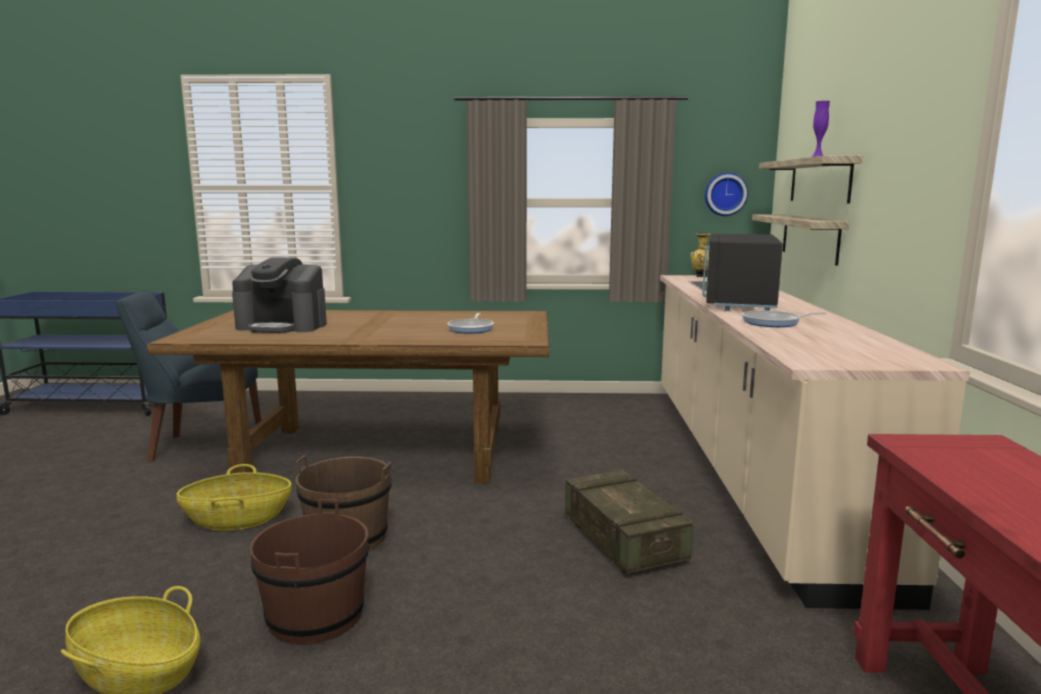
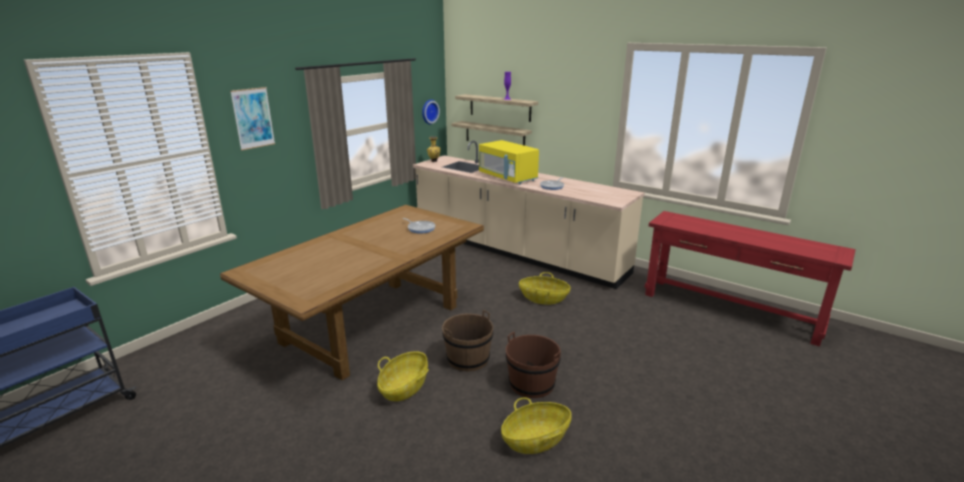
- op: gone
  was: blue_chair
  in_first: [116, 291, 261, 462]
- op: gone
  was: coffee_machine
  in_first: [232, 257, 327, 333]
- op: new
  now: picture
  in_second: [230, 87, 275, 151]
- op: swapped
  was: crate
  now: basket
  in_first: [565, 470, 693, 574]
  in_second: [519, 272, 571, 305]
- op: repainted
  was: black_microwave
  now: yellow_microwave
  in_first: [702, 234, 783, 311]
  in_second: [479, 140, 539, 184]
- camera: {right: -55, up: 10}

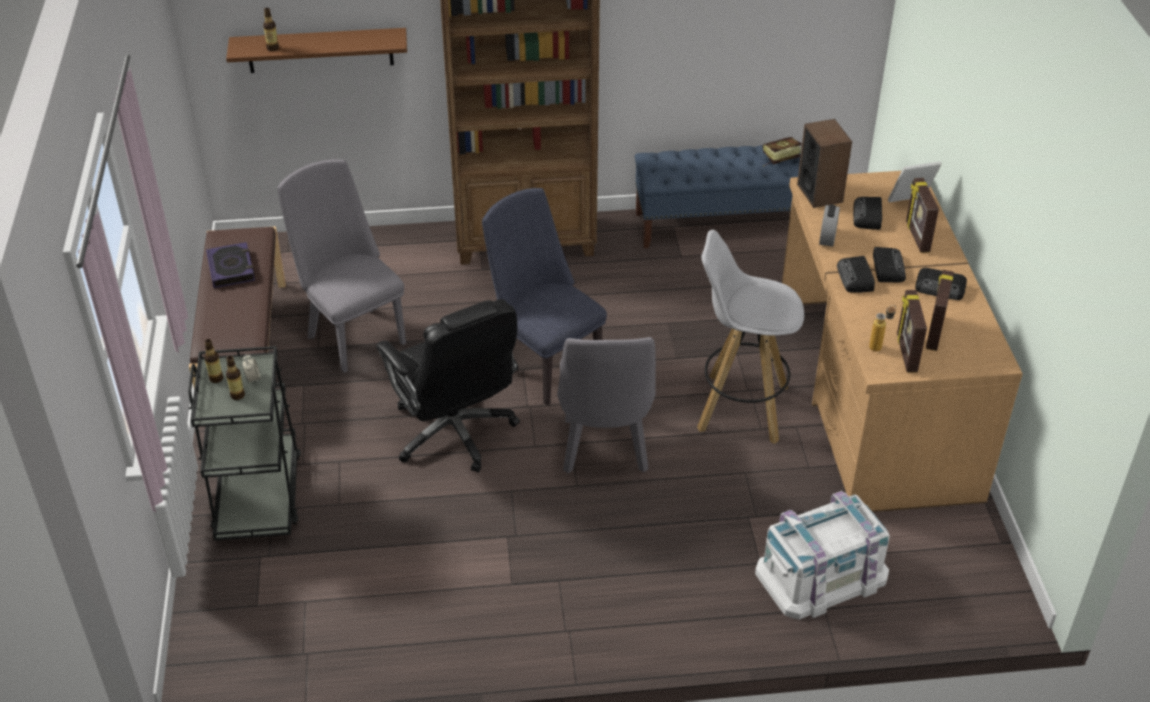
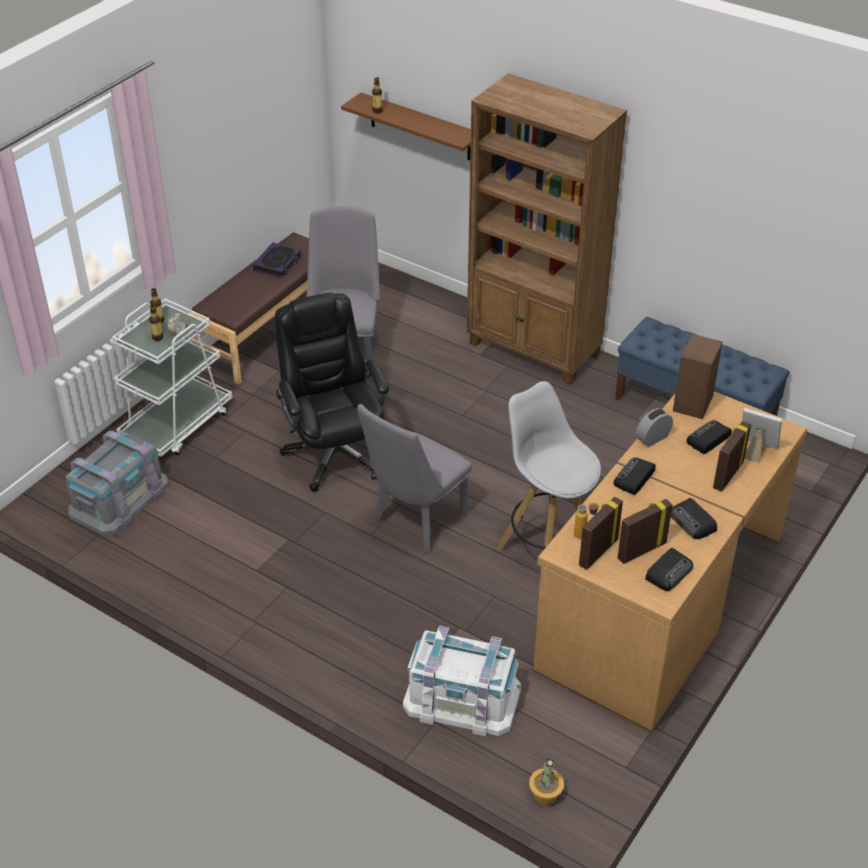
- op: gone
  was: blue_chair
  in_first: [482, 188, 607, 406]
- op: gone
  was: book
  in_first: [762, 137, 802, 167]
- op: new
  now: grey_storage_box
  in_second: [66, 430, 169, 537]
- op: new
  now: potted_plant
  in_second: [529, 758, 564, 805]
- op: shifted
  was: radio
  in_first: [873, 247, 906, 282]
  in_second: [645, 548, 693, 591]
- op: repainted
  was: black_cart
  now: white_cart
  in_first: [188, 346, 301, 541]
  in_second: [112, 299, 232, 457]
- op: rotated
  was: black_office_chair
  in_first: [376, 299, 520, 472]
  in_second: [275, 293, 389, 492]
  clockwise: 150
- camera: {right: 40, up: 0}

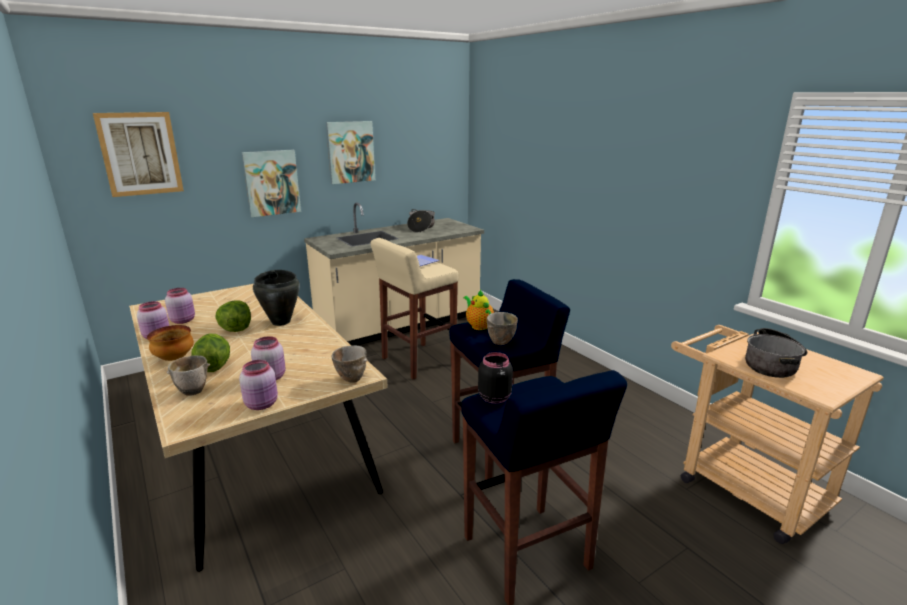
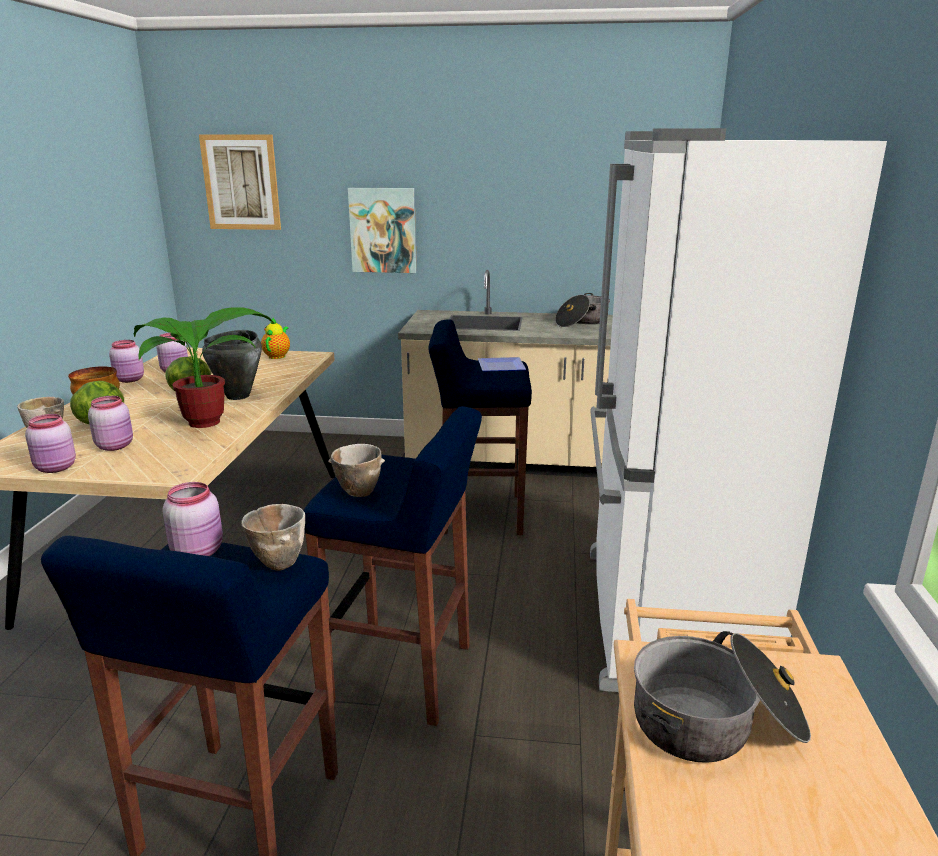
- op: gone
  was: picture
  in_first: [326, 121, 375, 184]
- op: new
  now: potted_plant
  in_second: [134, 308, 274, 428]
- op: new
  now: white_fridge
  in_second: [590, 128, 887, 692]
- op: shifted
  was: bowl
  in_first: [332, 345, 367, 383]
  in_second: [241, 504, 305, 571]
- op: shifted
  was: teapot
  in_first: [464, 290, 494, 330]
  in_second: [261, 317, 290, 359]
- op: repainted
  was: beige_stool
  now: blue_stool
  in_first: [370, 238, 459, 379]
  in_second: [429, 319, 532, 535]
- op: repainted
  was: black_jar
  now: pink_jar
  in_first: [478, 352, 513, 404]
  in_second: [162, 482, 223, 556]
- camera: {right: 40, up: 0}

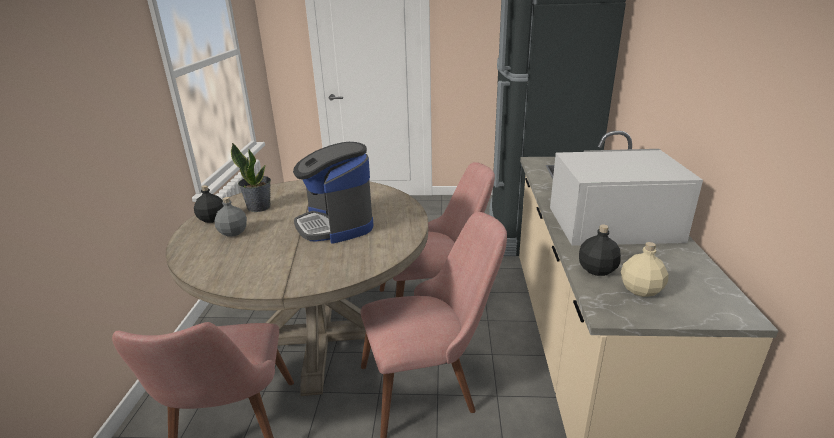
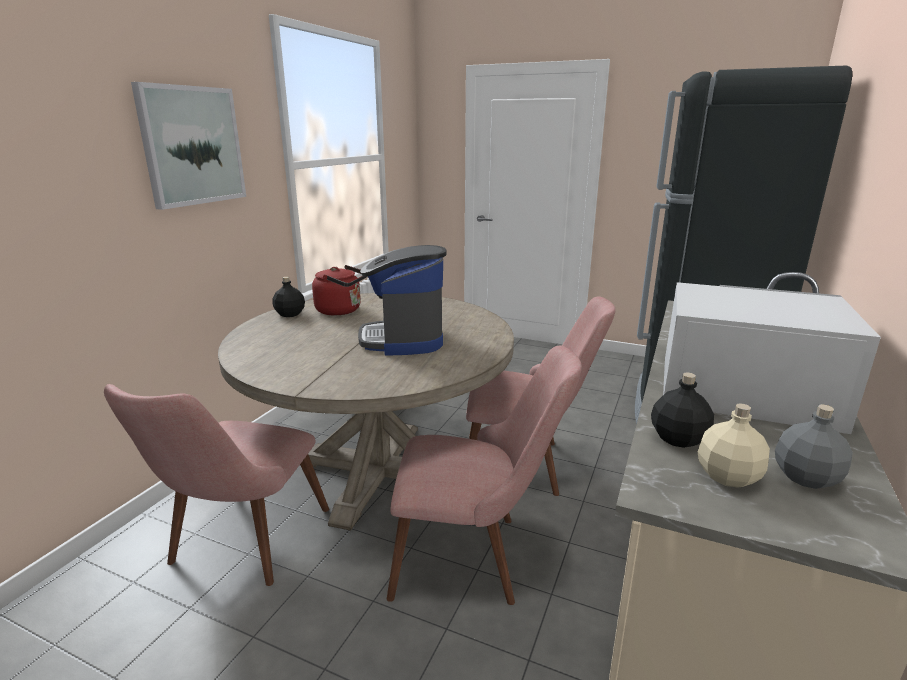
- op: new
  now: picture
  in_second: [131, 82, 246, 210]
- op: shifted
  was: grey_bottle
  in_first: [215, 197, 247, 237]
  in_second: [775, 404, 853, 489]
- op: swapped
  was: potted_plant
  now: red_kettle
  in_first: [231, 143, 271, 212]
  in_second: [312, 265, 367, 315]
- camera: {right: 20, up: -5}

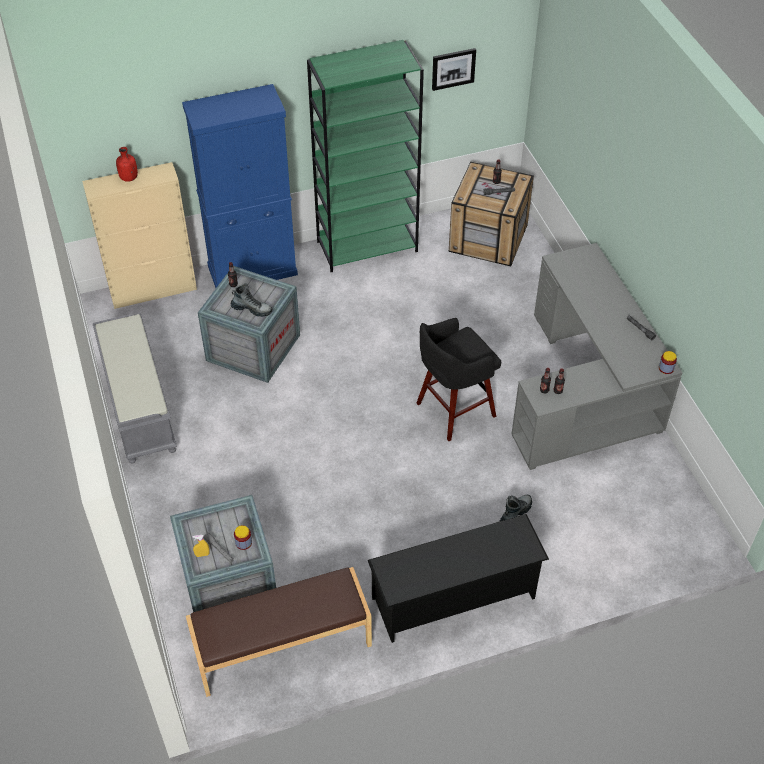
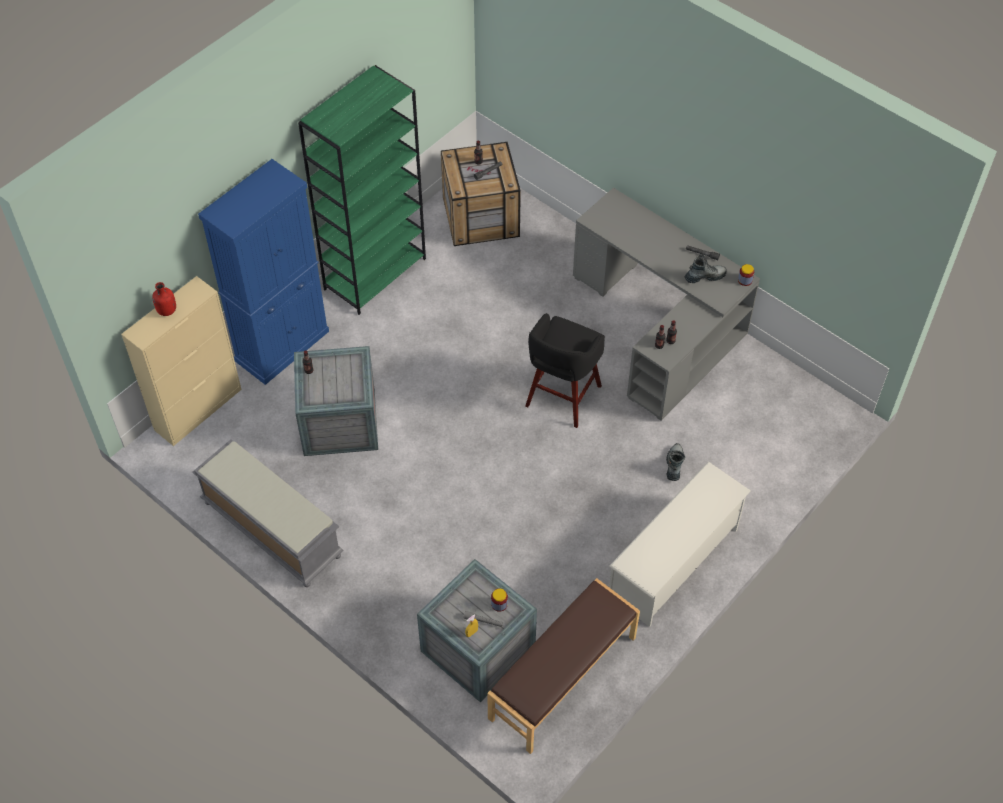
- op: gone
  was: picture
  in_first: [432, 48, 476, 91]
- op: shifted
  was: boot
  in_first: [231, 283, 273, 317]
  in_second: [684, 254, 727, 283]
- op: repainted
  was: black_shoe_rack
  now: white_shoe_rack
  in_first: [368, 514, 549, 643]
  in_second: [609, 461, 751, 627]
- camera: {right: -30, up: 5}

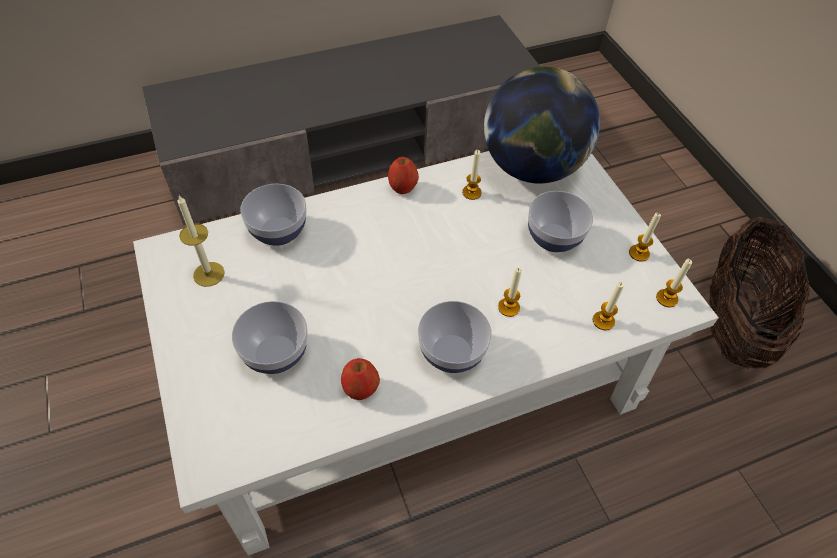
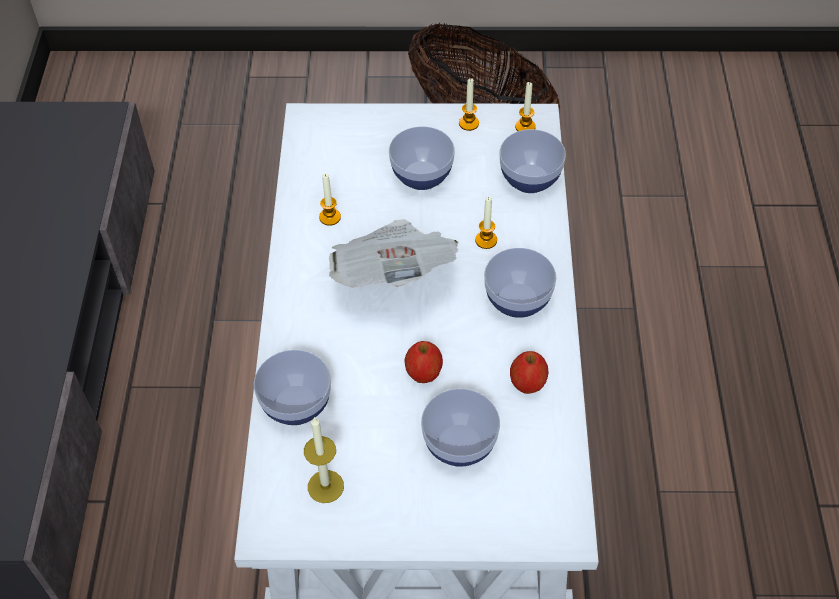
- op: gone
  was: globe
  in_first: [484, 66, 600, 184]
- op: new
  now: newspaper
  in_second: [329, 219, 459, 288]
- op: shifted
  was: apple
  in_first: [388, 157, 419, 194]
  in_second: [405, 341, 443, 383]
- op: swapped
  was: candle
  now: bowl
  in_first: [593, 282, 624, 330]
  in_second: [500, 129, 566, 193]
- camera: {right: -65, up: 0}

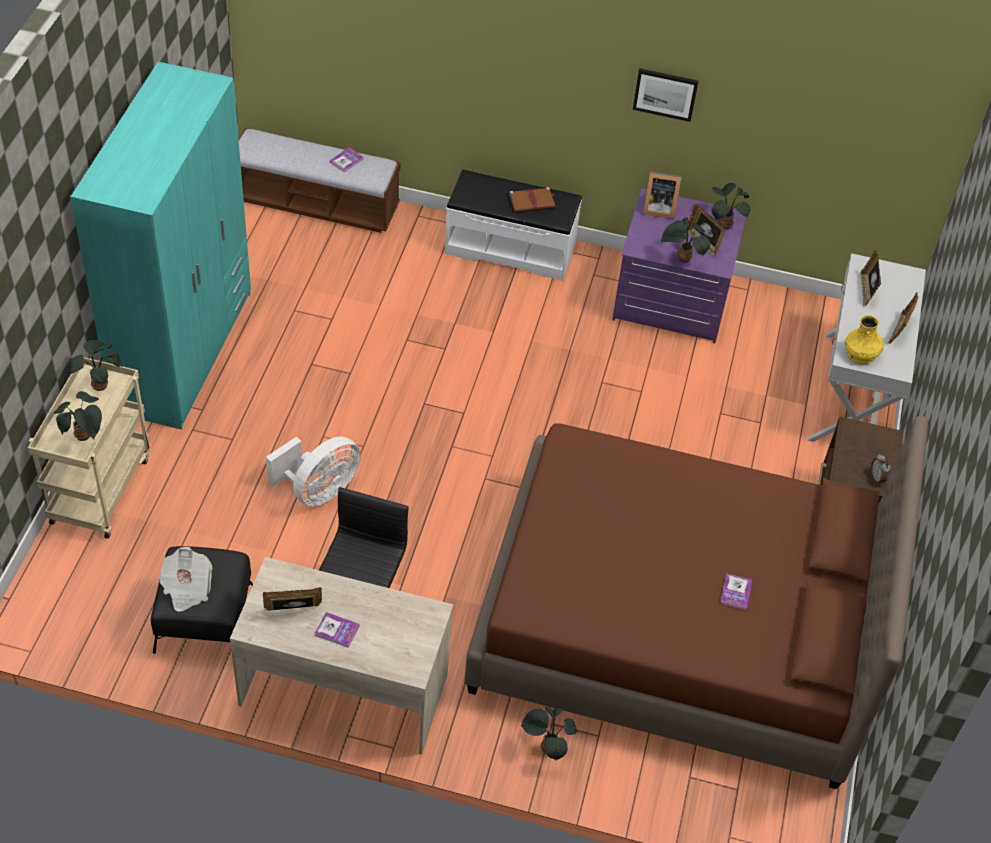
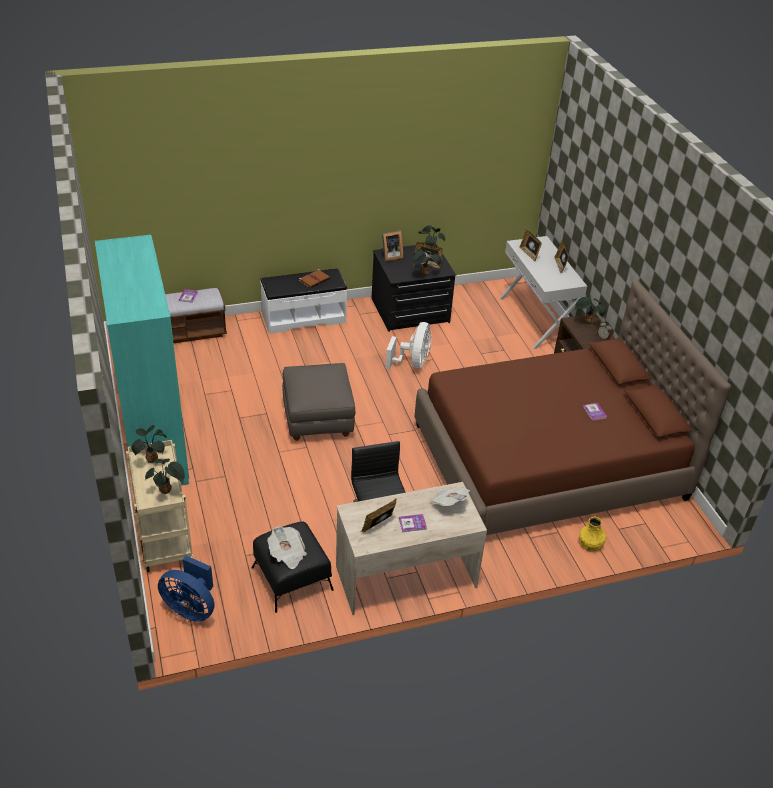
- op: gone
  was: picture
  in_first: [633, 68, 698, 122]
- op: new
  now: blue_fan
  in_second: [158, 556, 214, 622]
- op: new
  now: grey_ottoman
  in_second: [282, 363, 355, 441]
- op: new
  now: newspaper
  in_second: [430, 487, 470, 506]
- op: shifted
  was: white_fan
  in_first: [266, 436, 361, 507]
  in_second: [385, 322, 431, 370]
- op: shifted
  was: potted_plant
  in_first: [521, 707, 577, 761]
  in_second: [574, 295, 607, 324]
- op: shifted
  was: yellow_vase
  in_first: [845, 315, 884, 364]
  in_second: [579, 517, 606, 552]
- op: repainted
  was: purple_dresser
  now: black_dresser
  in_first: [612, 188, 746, 344]
  in_second: [371, 244, 456, 332]
- camera: {right: -30, up: -10}

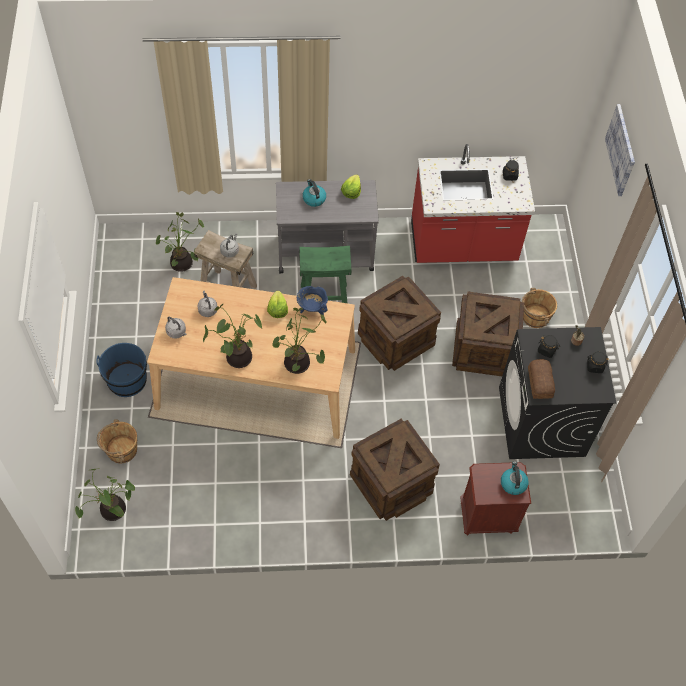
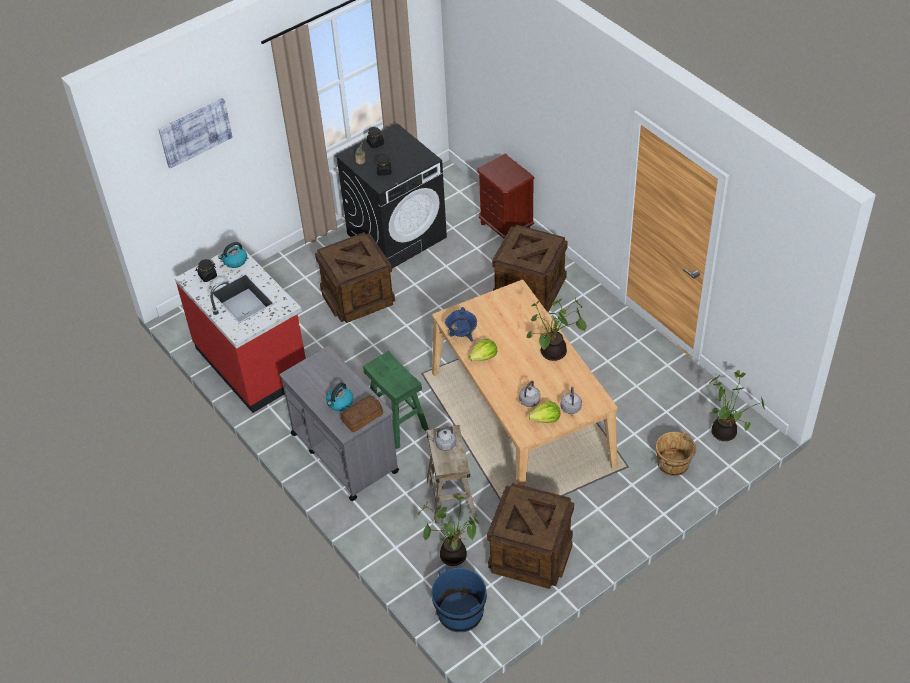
- op: gone
  was: potted_plant
  in_first: [272, 308, 327, 374]
- op: gone
  was: brown_bucket
  in_first: [522, 288, 557, 328]
- op: shifted
  was: blue_bucket
  in_first: [96, 343, 147, 397]
  in_second: [431, 566, 487, 632]
- op: shifted
  was: lettuce
  in_first: [341, 174, 361, 199]
  in_second: [528, 401, 560, 423]
- op: shifted
  was: crate
  in_first: [358, 276, 441, 371]
  in_second: [487, 483, 574, 589]
- op: shifted
  was: kettle
  in_first: [501, 461, 529, 495]
  in_second: [219, 242, 247, 268]
- op: shifted
  was: bread
  in_first: [528, 359, 555, 399]
  in_second: [341, 396, 383, 432]
- camera: {right: -120, up: -10}

